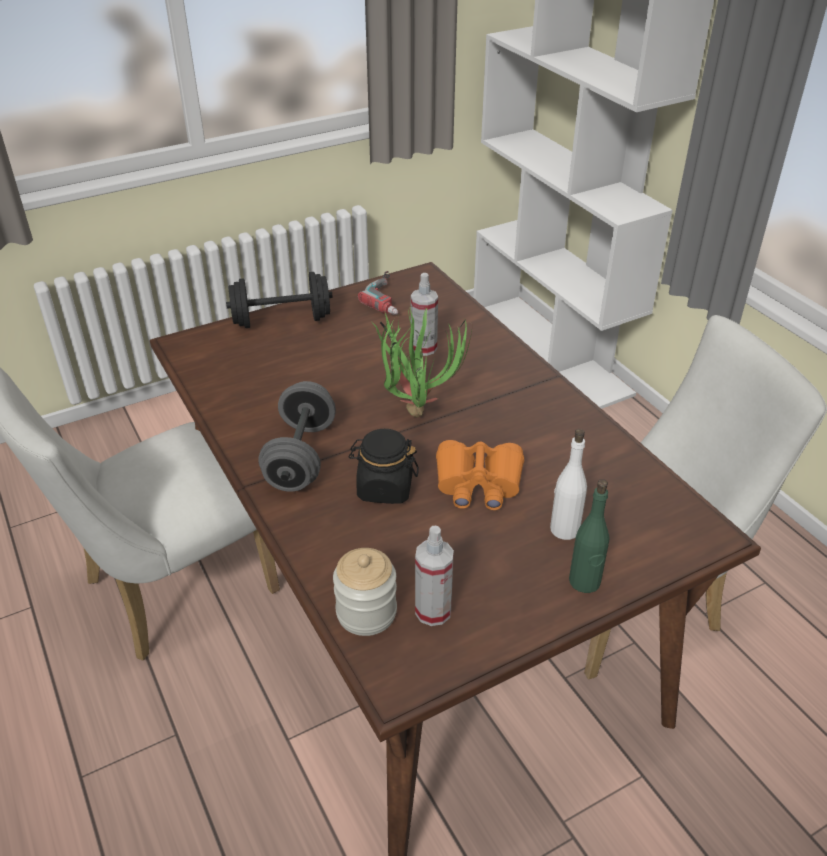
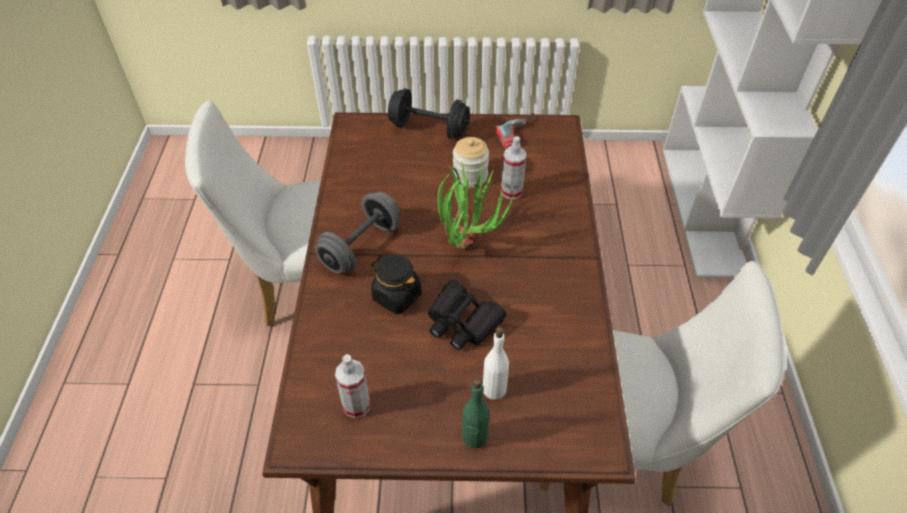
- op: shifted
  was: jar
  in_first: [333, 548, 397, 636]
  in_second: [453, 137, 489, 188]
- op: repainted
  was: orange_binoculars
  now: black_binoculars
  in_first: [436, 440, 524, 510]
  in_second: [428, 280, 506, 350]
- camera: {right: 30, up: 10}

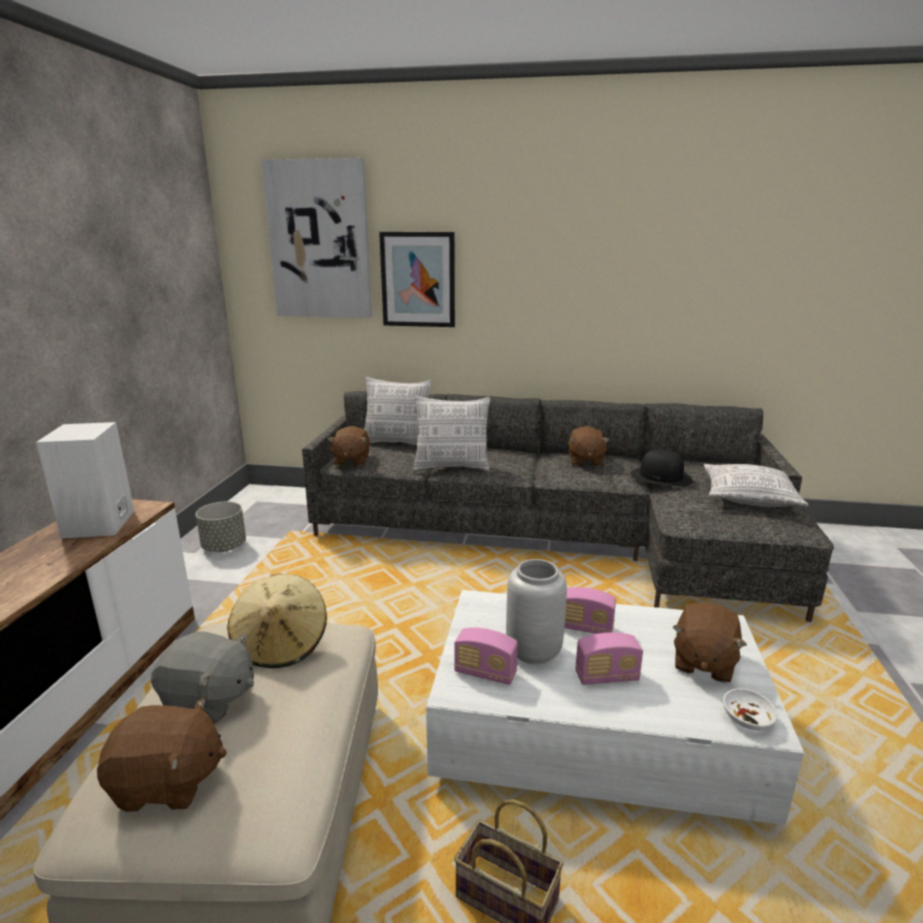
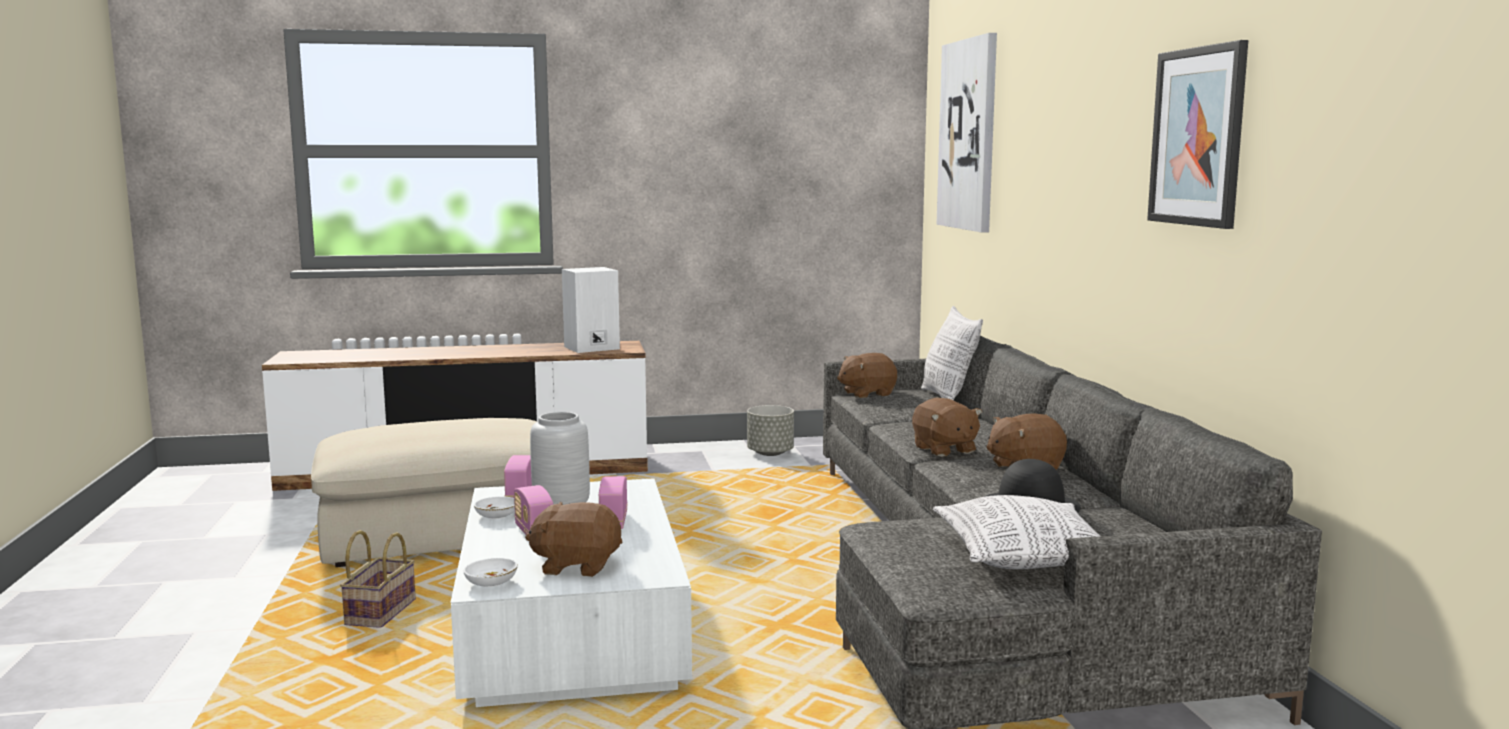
- op: gone
  was: grey_plush_toy
  in_first: [151, 631, 254, 723]
- op: gone
  was: beige_hat
  in_first: [227, 573, 327, 668]
- op: gone
  was: pillow
  in_first: [413, 395, 490, 471]
- op: new
  now: white_bowl
  in_second: [474, 496, 515, 519]
- op: shifted
  was: brown_plush_toy
  in_first: [97, 698, 227, 812]
  in_second: [912, 397, 982, 457]
- op: shifted
  was: picture
  in_first: [379, 232, 455, 327]
  in_second: [1147, 40, 1248, 229]
- camera: {right: 70, up: -10}

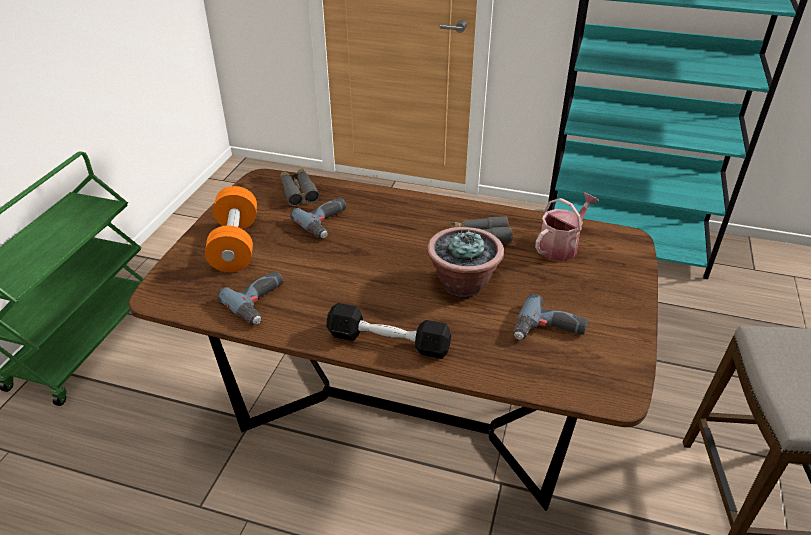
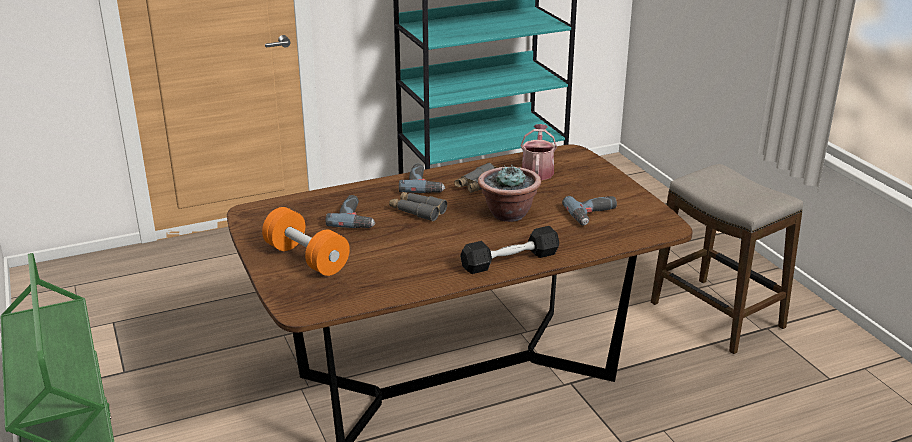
- op: shifted
  was: power_drill
  in_first: [217, 271, 283, 325]
  in_second: [399, 163, 445, 193]
- op: shifted
  was: grey_binoculars
  in_first: [280, 168, 320, 206]
  in_second: [389, 192, 447, 221]
- camera: {right: -40, up: -10}

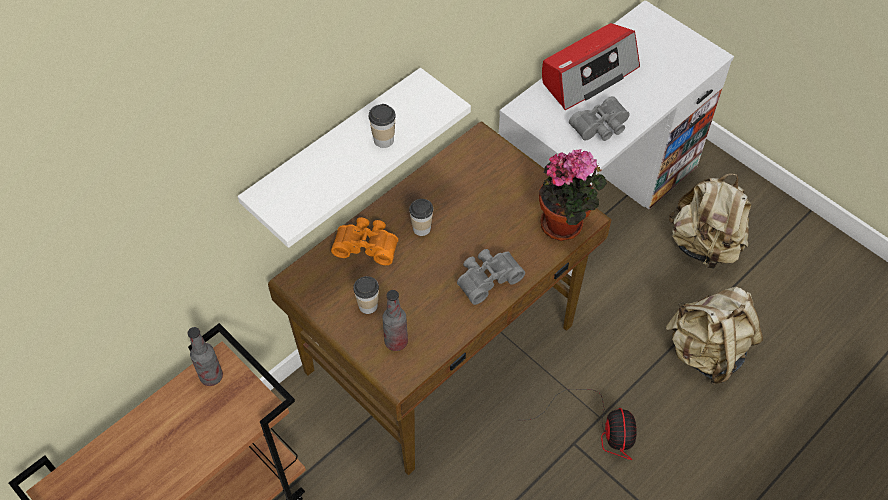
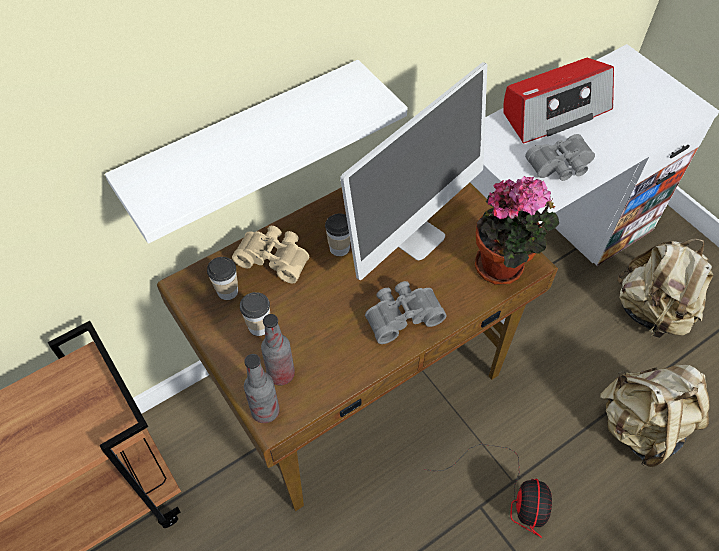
- op: new
  now: monitor
  in_second: [340, 62, 487, 280]
- op: shifted
  was: bottle
  in_first: [188, 327, 223, 386]
  in_second: [244, 354, 280, 423]
- op: shifted
  was: cup
  in_first: [369, 104, 396, 148]
  in_second: [207, 257, 238, 300]
- op: repainted
  was: orange_binoculars
  now: beige_binoculars
  in_first: [331, 217, 398, 265]
  in_second: [232, 226, 309, 283]
- camera: {right: 10, up: 0}

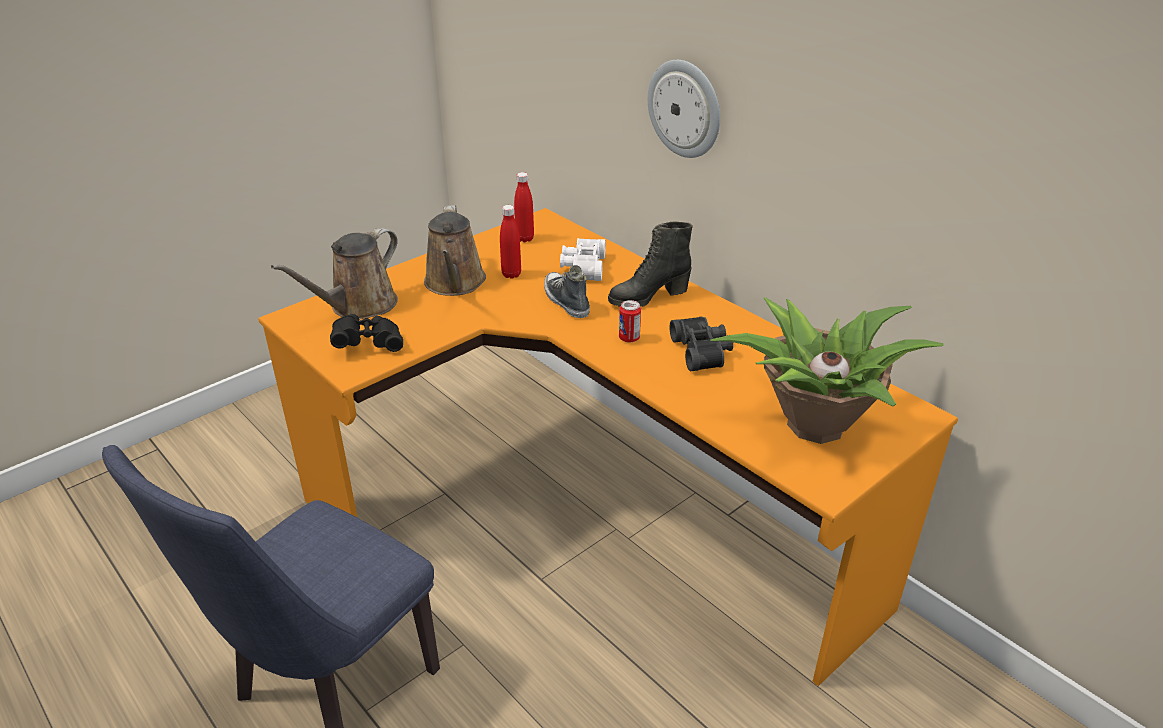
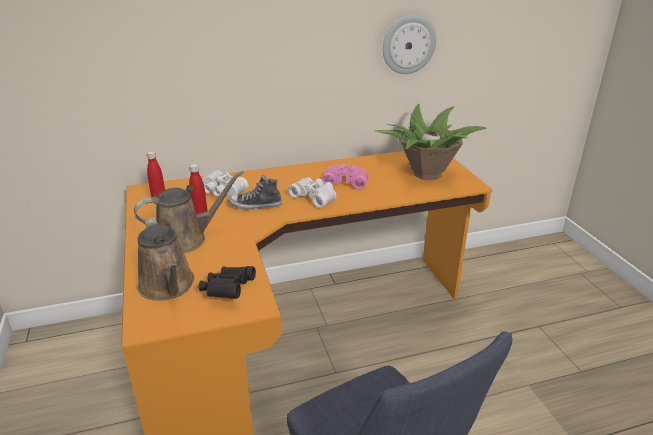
- op: gone
  was: black_boot
  in_first: [608, 222, 693, 307]
- op: shifted
  was: wall_clock
  in_first: [648, 60, 720, 158]
  in_second: [383, 15, 436, 74]
- op: swapped
  was: can
  now: white_binoculars
  in_first: [619, 300, 641, 343]
  in_second: [288, 177, 336, 208]
- op: repainted
  was: black_binoculars
  now: pink_binoculars
  in_first: [670, 316, 733, 371]
  in_second: [322, 164, 369, 190]
- op: rotated
  was: brown_watering_can
  in_first: [424, 205, 486, 296]
  in_second: [134, 171, 244, 253]
  clockwise: -45
- camera: {right: -65, up: -5}

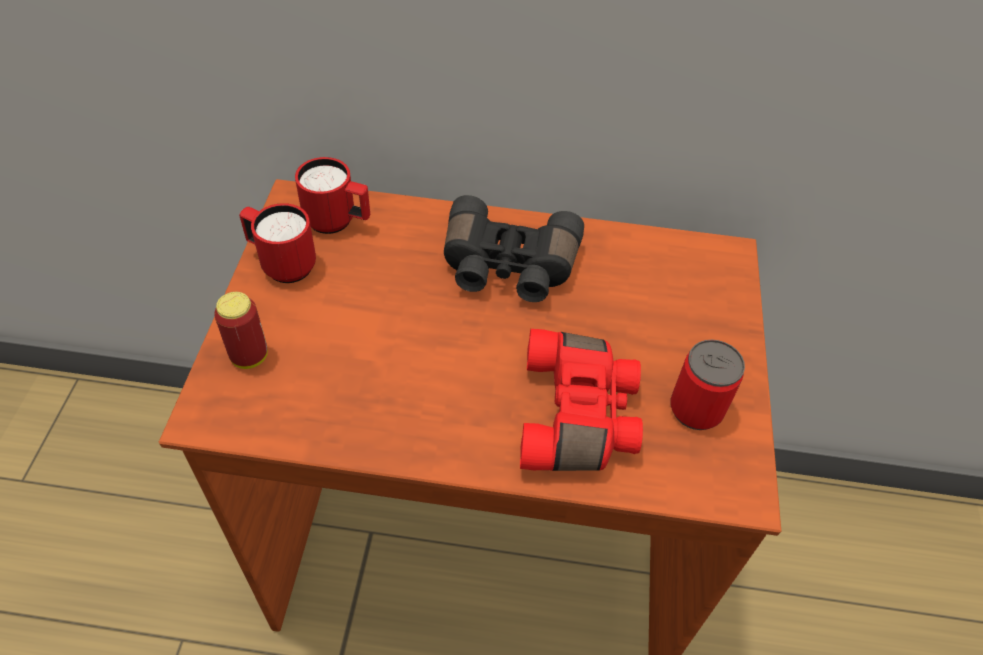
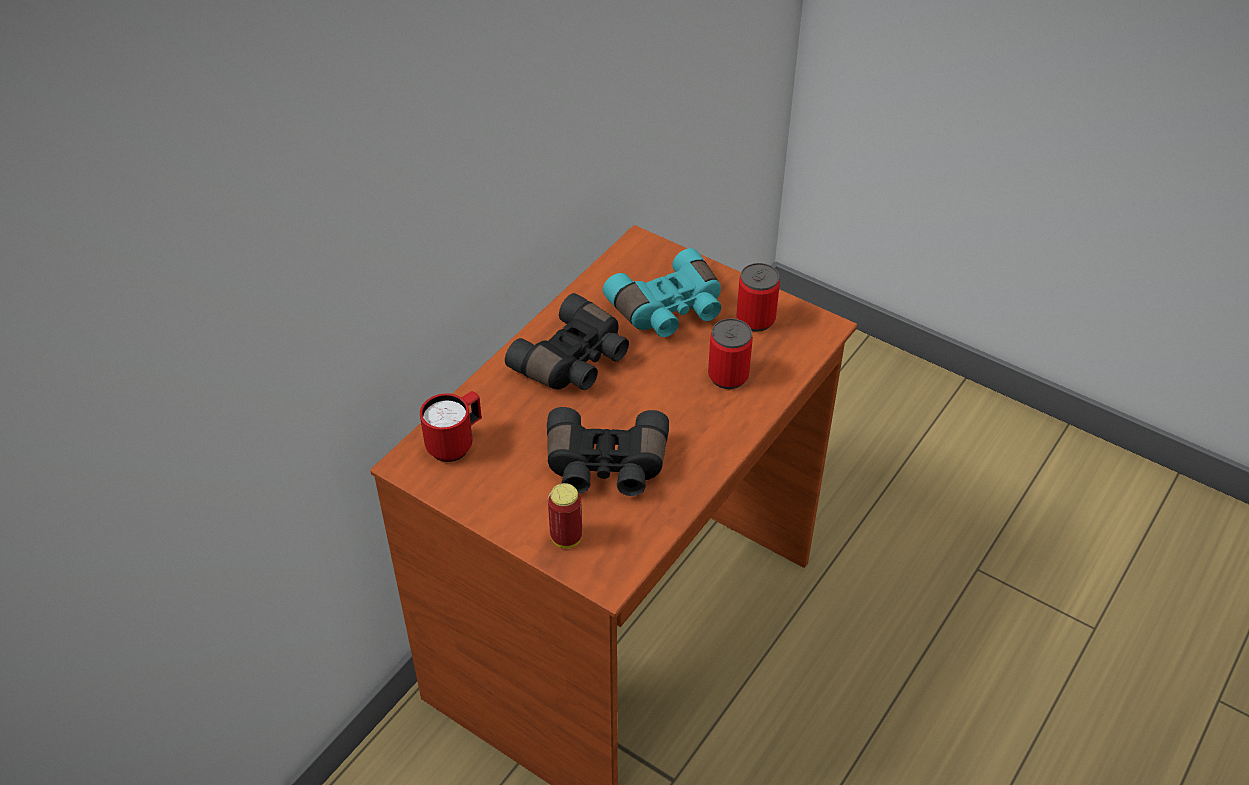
- op: gone
  was: red_mug
  in_first: [239, 203, 316, 283]
- op: new
  now: black_binoculars
  in_second: [547, 407, 669, 496]
- op: new
  now: turquoise_binoculars
  in_second: [603, 248, 721, 337]
- op: swapped
  was: red_binoculars
  now: can
  in_first: [520, 329, 643, 471]
  in_second: [708, 318, 753, 389]
- camera: {right: -60, up: -5}

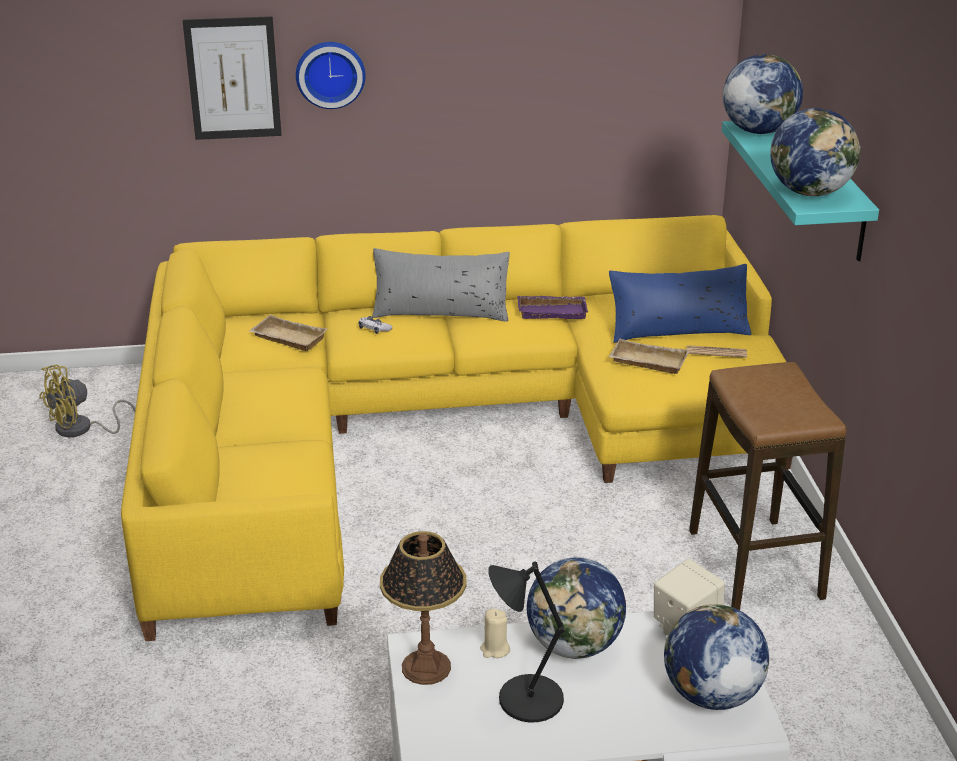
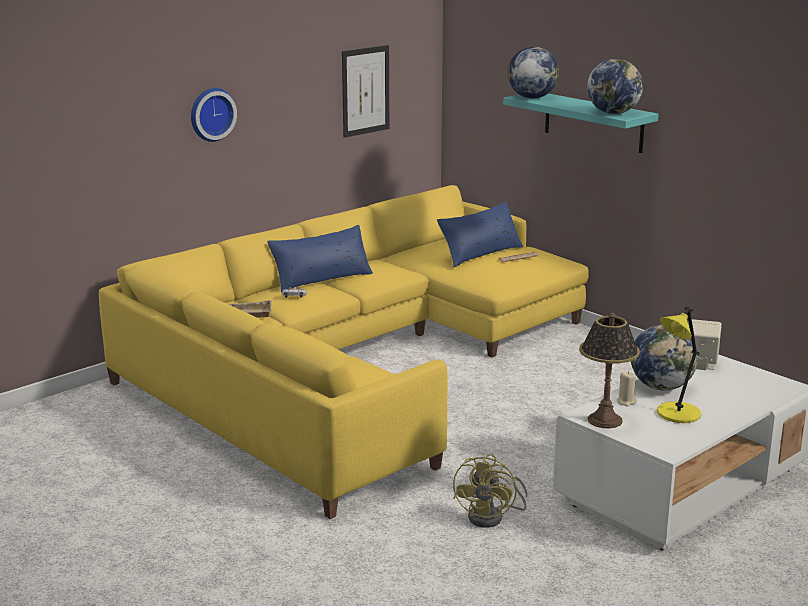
- op: gone
  was: purple_tray
  in_first: [517, 296, 588, 319]
- op: gone
  was: beige_tray
  in_first: [609, 339, 689, 374]
- op: gone
  was: globe
  in_first: [664, 604, 769, 710]
- op: gone
  was: stool
  in_first: [689, 362, 847, 610]
- op: shifted
  was: yellow_fan
  in_first: [39, 365, 136, 437]
  in_second: [453, 454, 527, 528]
- op: shifted
  was: picture
  in_first: [182, 16, 282, 140]
  in_second: [342, 45, 389, 138]
- op: repainted
  was: grey_pillow
  now: blue_pillow
  in_first: [372, 248, 510, 321]
  in_second: [267, 225, 373, 293]
- op: repainted
  was: black_table_lamp
  now: yellow_table_lamp
  in_first: [488, 561, 565, 722]
  in_second: [657, 306, 701, 423]
- camera: {right: -35, up: -10}

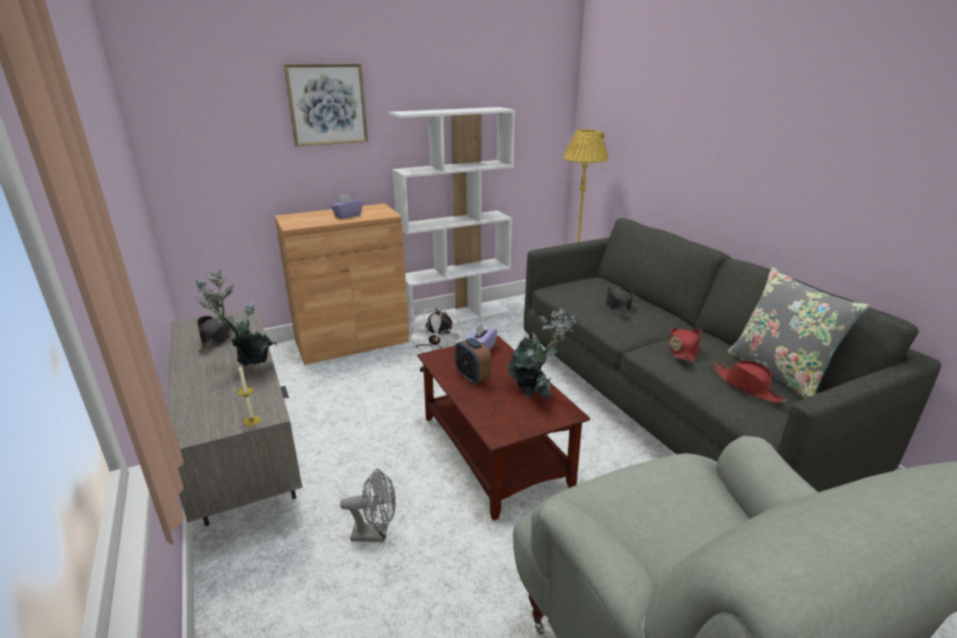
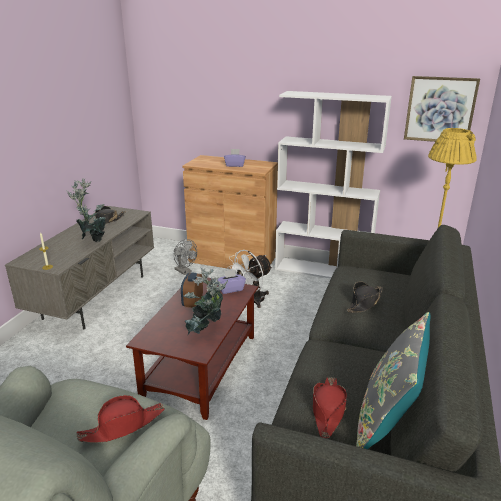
- op: shifted
  was: picture
  in_first: [283, 64, 368, 146]
  in_second: [404, 76, 480, 142]
- op: shifted
  was: grey_fan
  in_first: [340, 469, 396, 542]
  in_second: [174, 239, 197, 275]
- op: shifted
  was: red_hat
  in_first: [668, 328, 702, 362]
  in_second: [76, 395, 164, 443]
- camera: {right: 45, up: 0}

